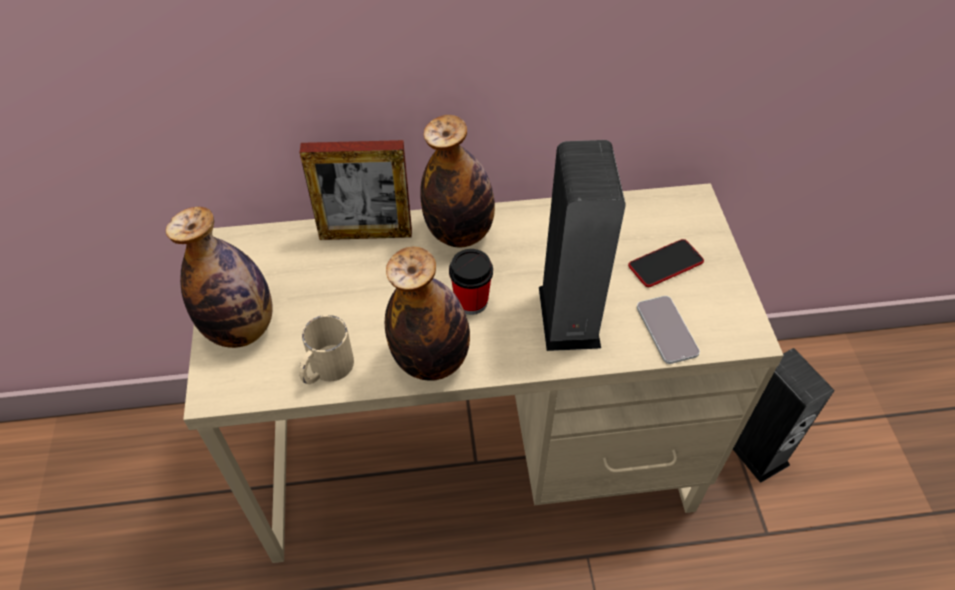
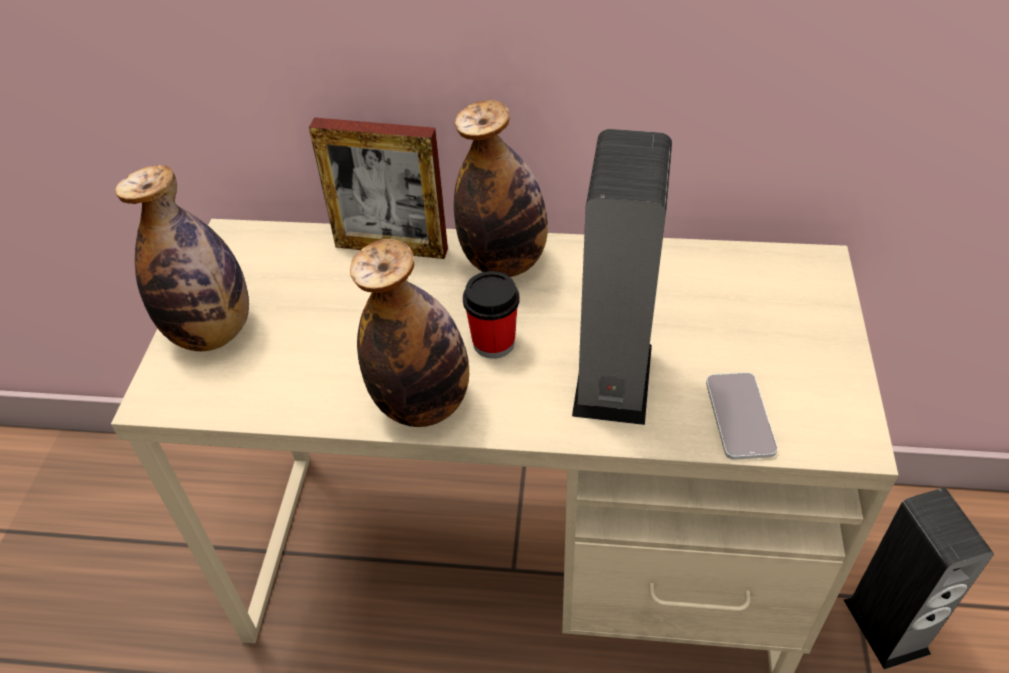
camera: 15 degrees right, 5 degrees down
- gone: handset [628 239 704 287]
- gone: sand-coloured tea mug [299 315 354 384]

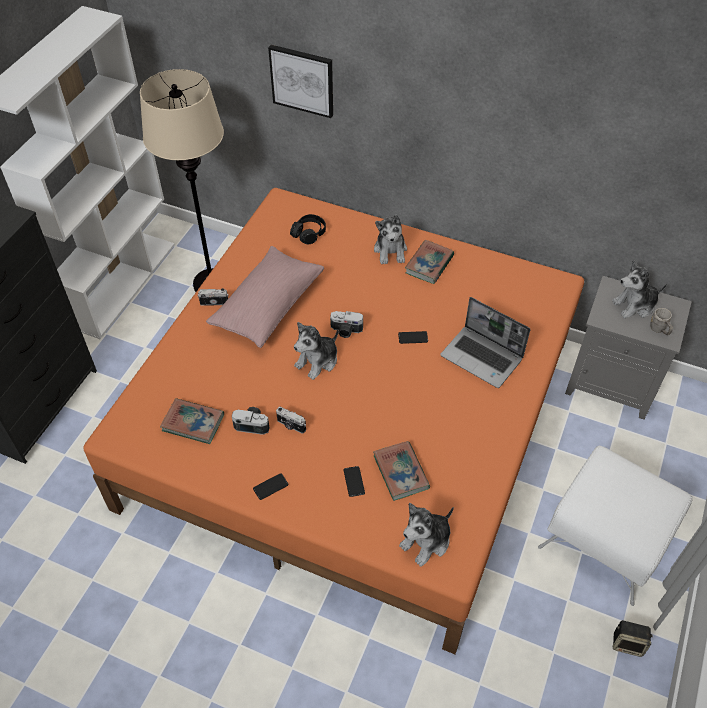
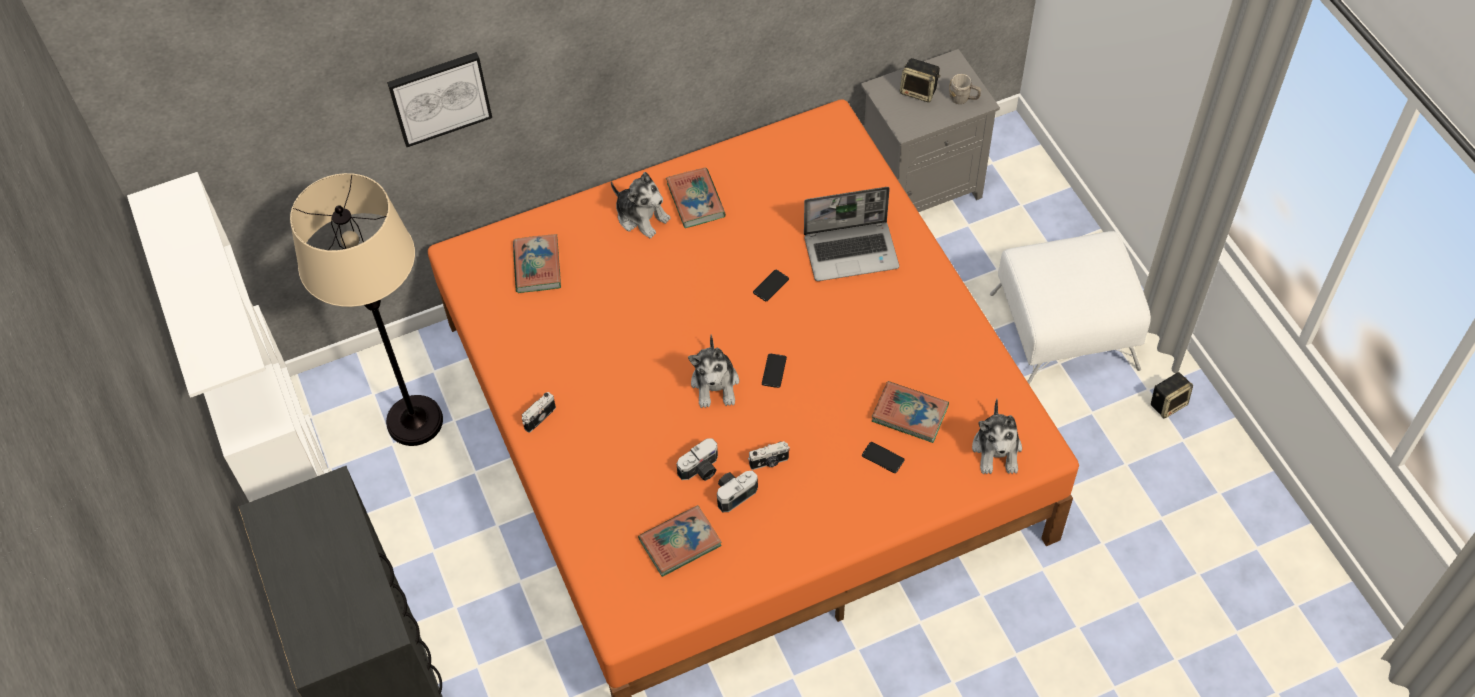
camera: 45 degrees left, 5 degrees up
- swapped: black-coloured headphones [290 214 326 244] to book [513 234 561 293]
- gone: pinkish pillow [206 246 324 348]
- swapped: cuddly toy [612 260 667 318] to loudspeaker [900 58 941 102]
- shifted: still camera [330 311 363 338] to [677 438 718 481]
- shifted: handset [253 473 288 500] to [762 353 787 388]

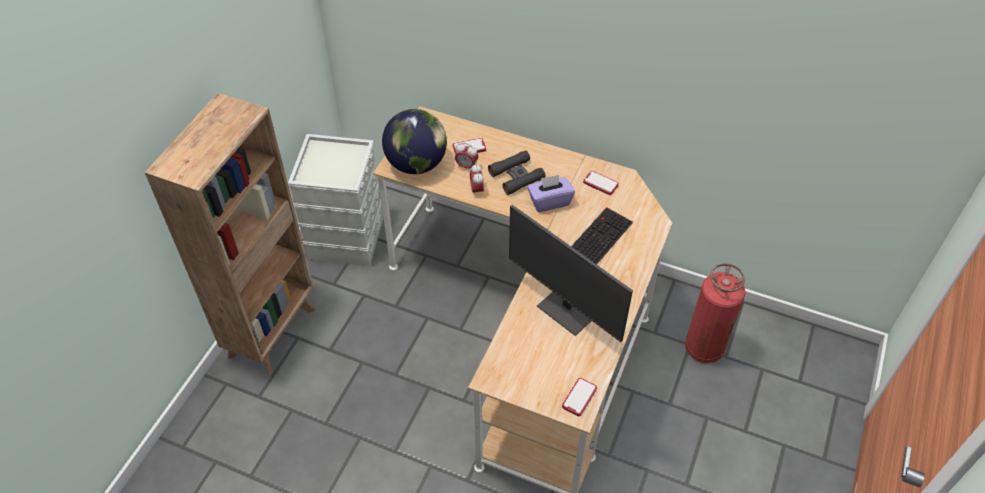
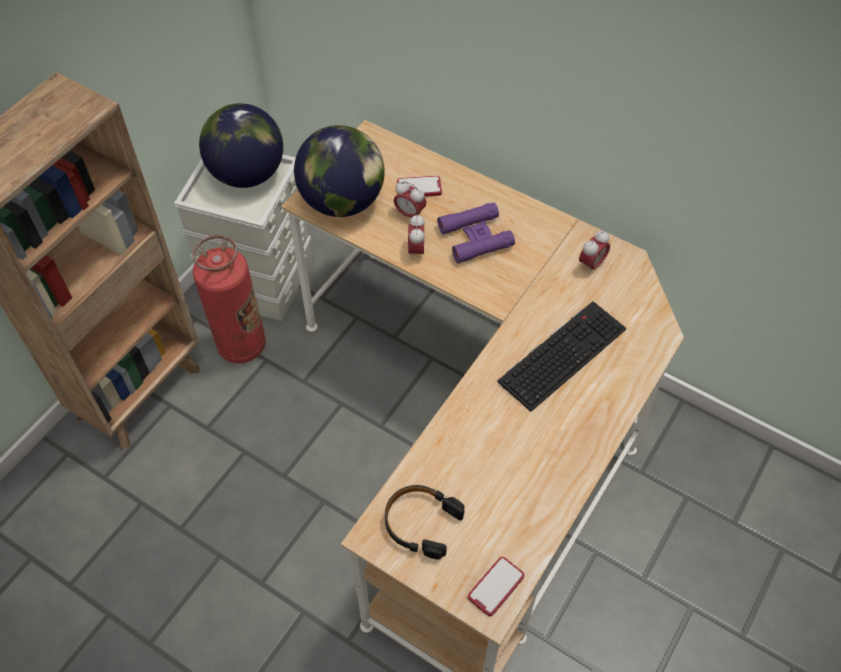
camera: 10 degrees right, 5 degrees up
- repainted: black-coloured binoculars [488 150 545 195] to purplish binoculars [437 202 515 264]
- swapped: handset [583 171 619 195] to table clock [579 230 610 274]
- gone: purplish tissue holder [527 175 575 212]
- gone: computer screen [509 205 633 342]
- shifted: fire extinguisher [685 263 745 363] to [193 235 266 363]
- new: globe [199 103 283 188]
- new: black-coloured headphones [385 485 464 559]

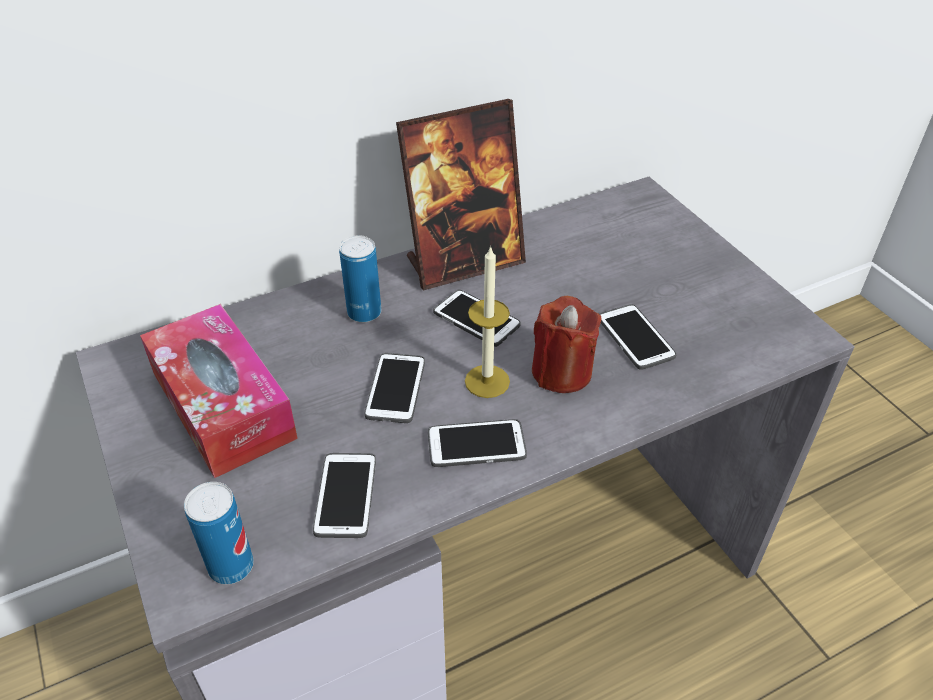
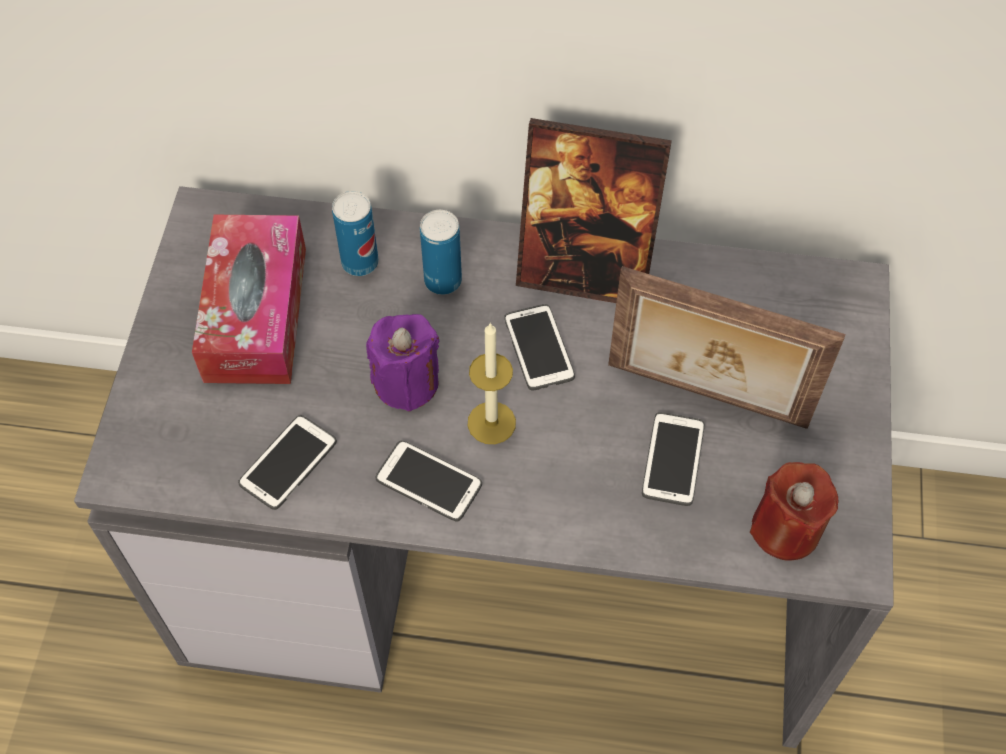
camera: 35 degrees right, 15 degrees up
- shifted: red-coloured wax candle [532 296 602 393] to [750 462 839 561]
- swapped: handset [365 353 425 423] to purplish wax candle [366 314 439 412]
- shifted: metal can [184 482 254 584] to [332 191 379 276]
- new: photo frame [608 266 846 429]

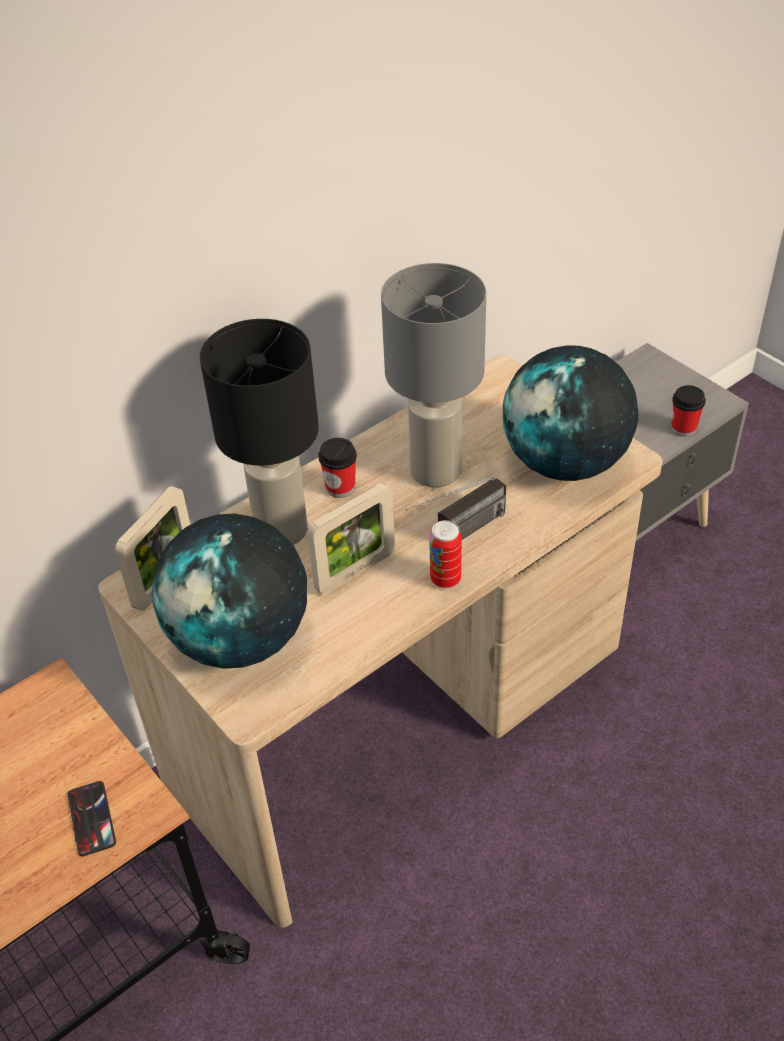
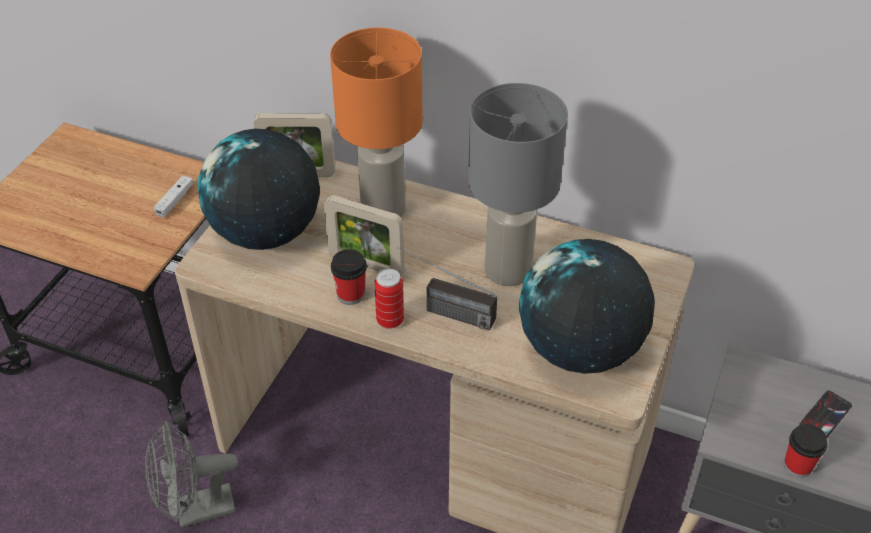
camera: 60 degrees right, 0 degrees up
- repainted: black-coloured tabletop lamp [200 319 319 545] to orange-coloured tabletop lamp [330 27 423 217]
- shifted: drinking cup [318 438 357 498] to [331 249 367 305]
- shifted: handset [67 781 116 856] to [799 391 852 437]
- new: whitish game controller [153 176 194 217]
- new: greyish electric fan [145 421 238 528]

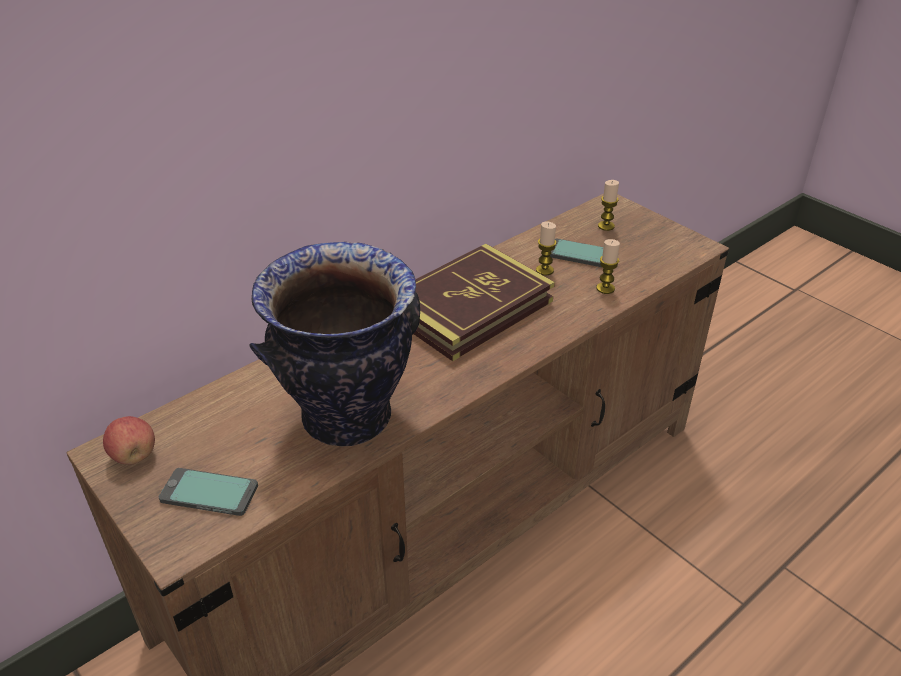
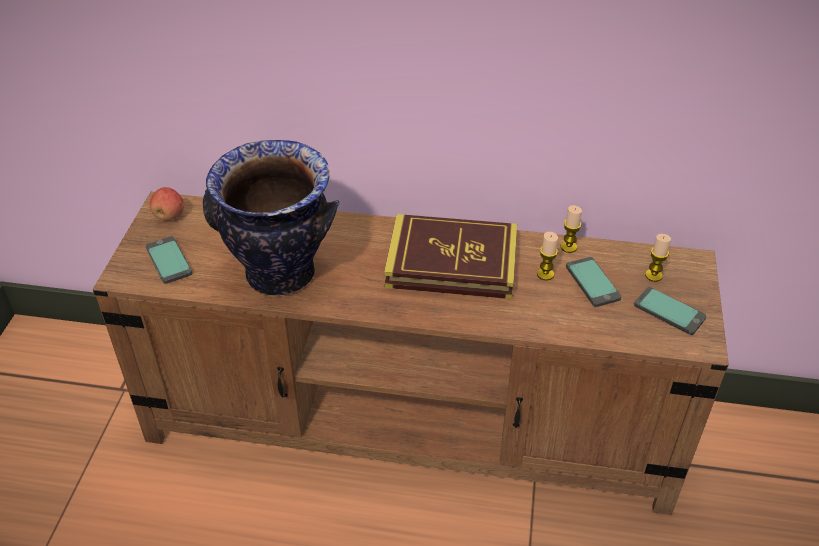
camera: 50 degrees right, 5 degrees up
- shifted: wax candle [596 239 620 294] to [561 205 582 253]
- new: handset [634 287 706 335]

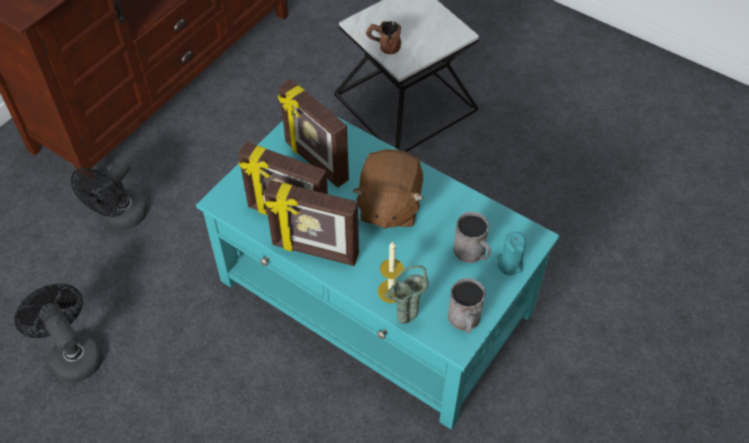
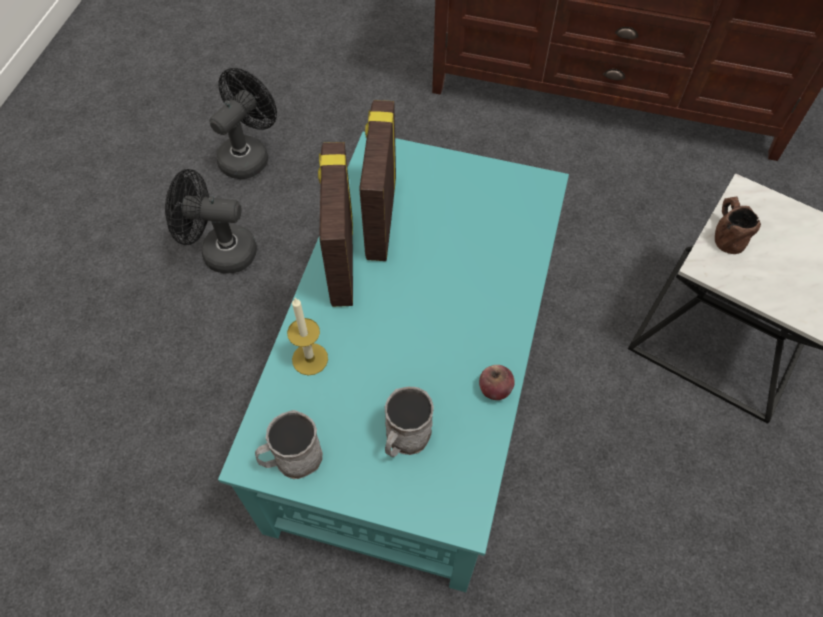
camera: 70 degrees right, 5 degrees up
- gone: photo frame [278 79 349 187]
- gone: brown cuddly toy [353 149 423 229]
- shifted: black-coloured electric fan [71 158 148 230] to [165 169 257 274]
- gone: turquoise-coloured wax candle [497 232 526 275]
- gone: greenish vase [385 265 429 324]
- new: whole apple [479 365 515 400]

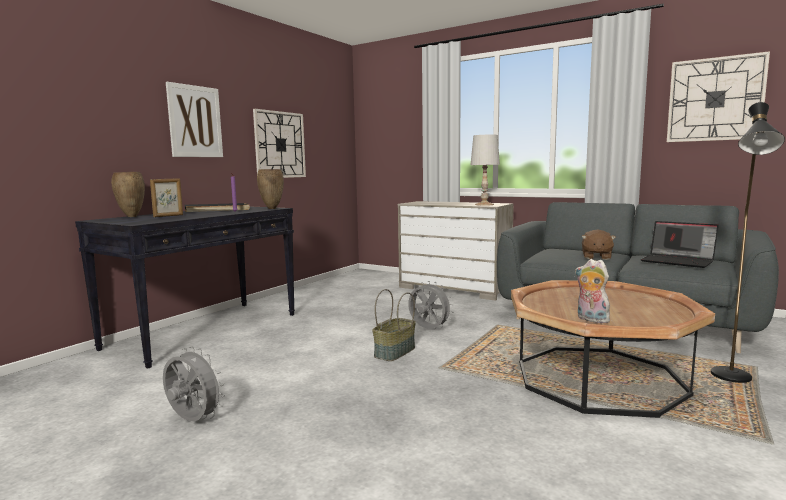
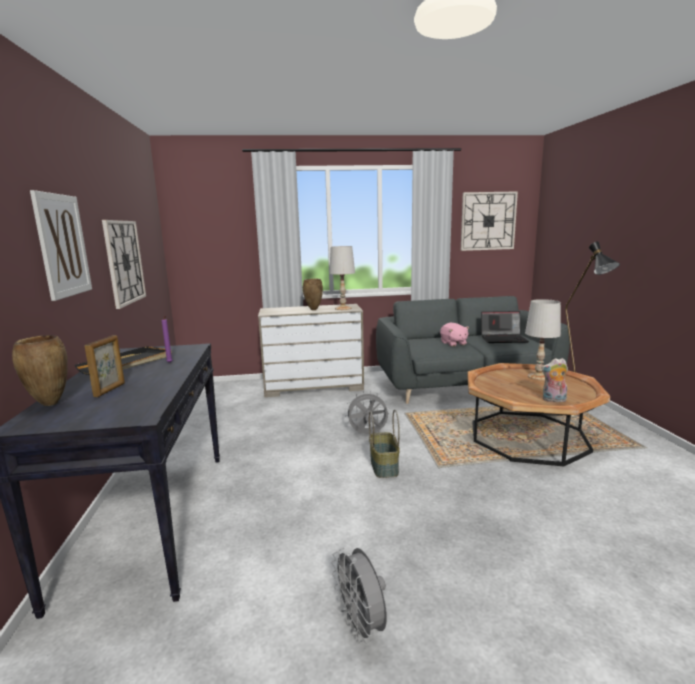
camera: 40 degrees left, 5 degrees up
- shifted: brown vase [257 169 284 209] to [303 279 323 310]
- repainted: brown cuddly toy [581 229 616 260] to pinkish cuddly toy [440 323 469 347]
- rotated: greyish electric fan [163 346 225 421] = [332 548 387 644] 105 degrees counterclockwise
- new: whitish tabletop lamp [525 299 561 380]

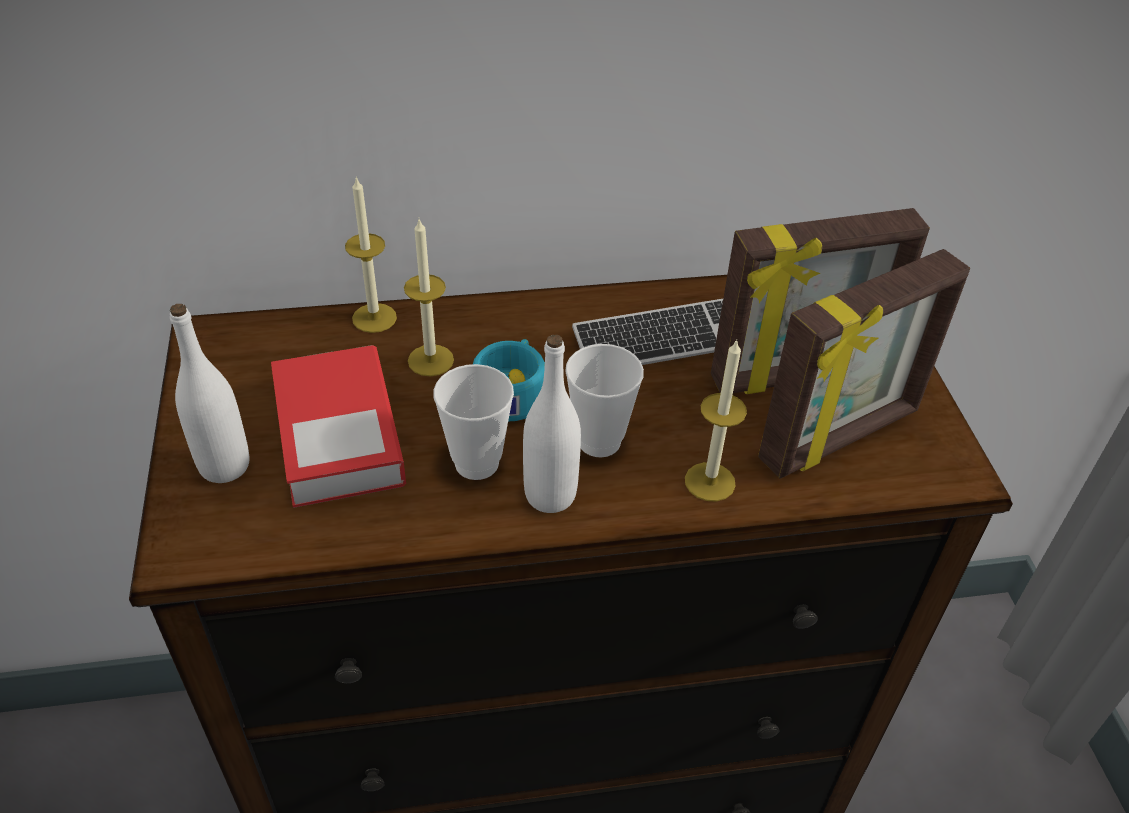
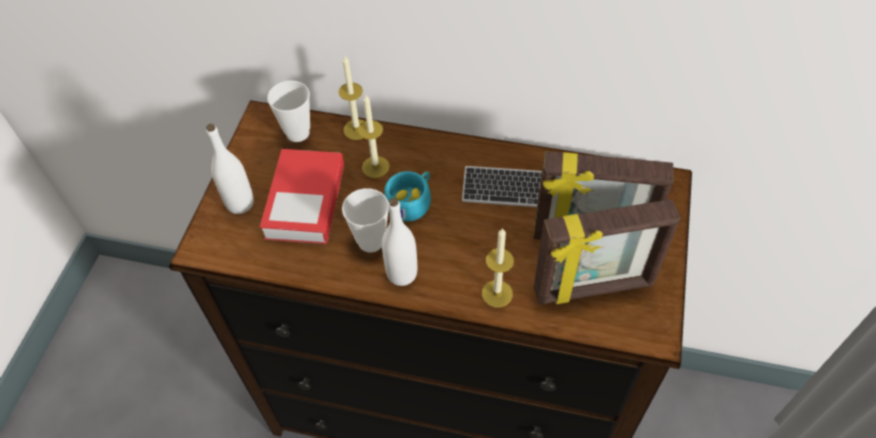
camera: 25 degrees right, 10 degrees up
- shifted: drinking cup [565 344 644 457] to [267 80 310 142]

